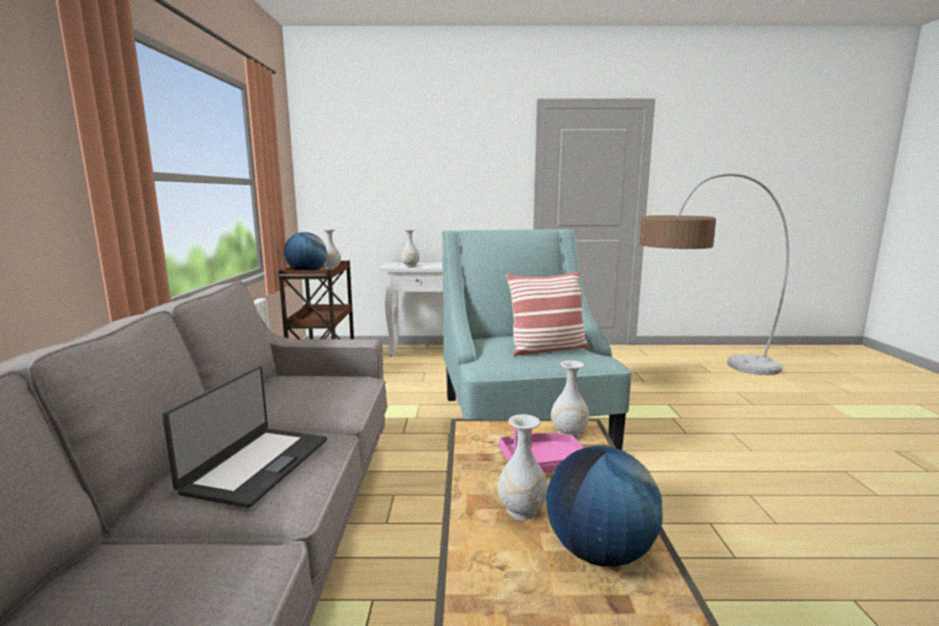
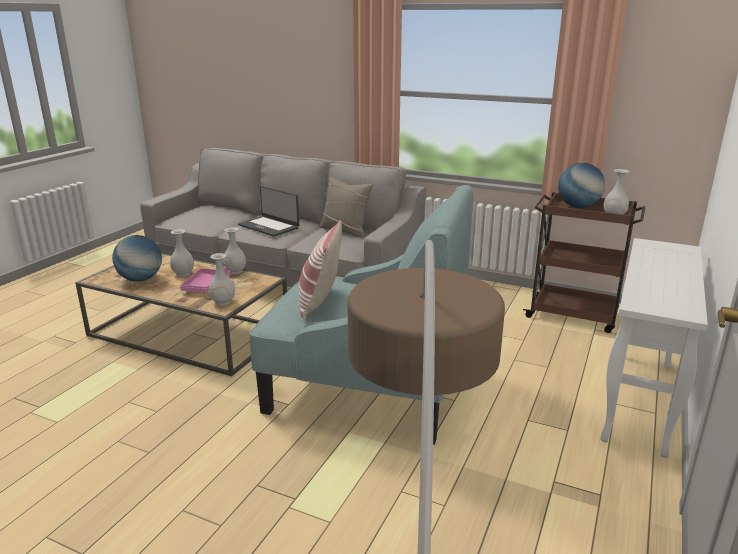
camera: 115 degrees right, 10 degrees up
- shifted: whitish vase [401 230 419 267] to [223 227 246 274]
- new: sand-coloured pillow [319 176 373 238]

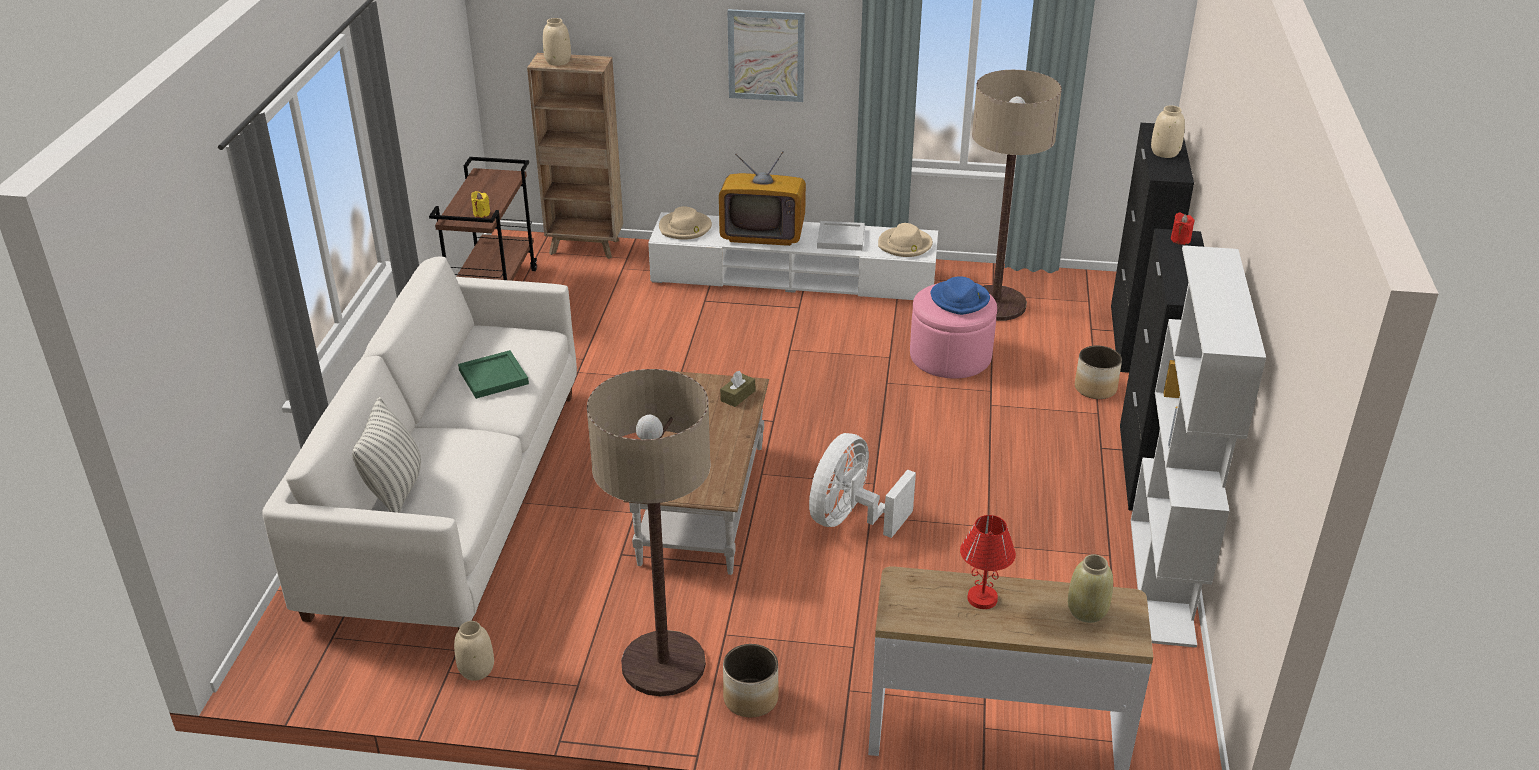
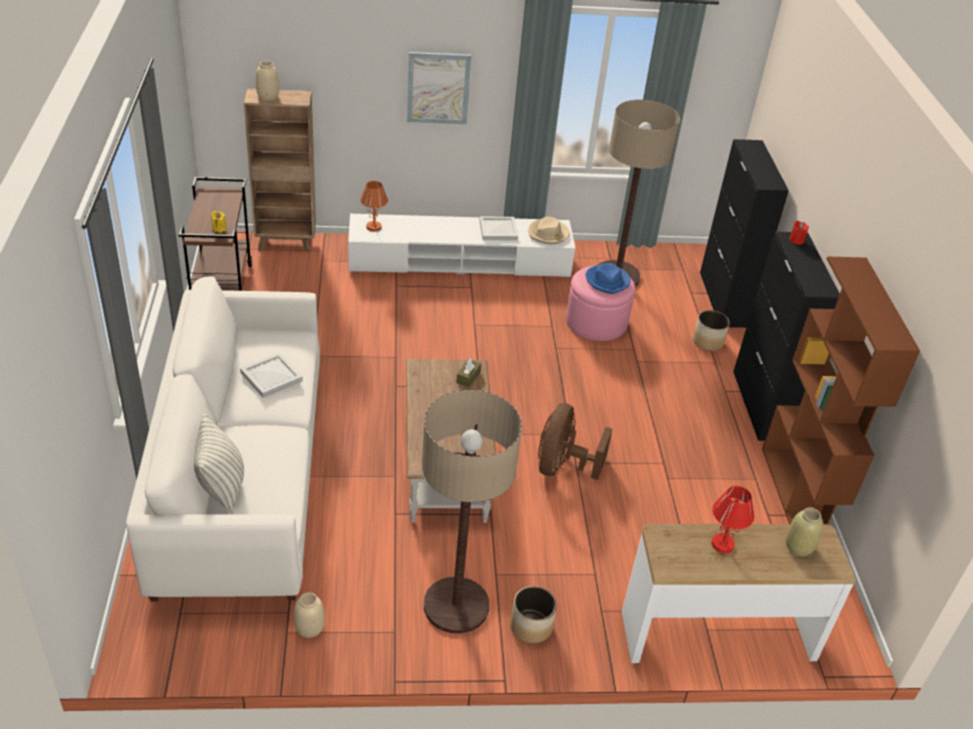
camera: 15 degrees left, 5 degrees up
- gone: sand-coloured vase [1151 106 1185 158]
- gone: television [719 151 806 246]
- swapped: sand-coloured hat [659 206 712 240] to orange-coloured tabletop lamp [360 181 388 231]
- repainted: whitish bookcase [1131 245 1266 648] to brown bookcase [762 256 920 525]
- repainted: greenish tray [458 350 529 399] to whitish tray [240 352 303 398]
- repainted: whitish electric fan [809 433 916 538] to brown electric fan [538 403 612 480]

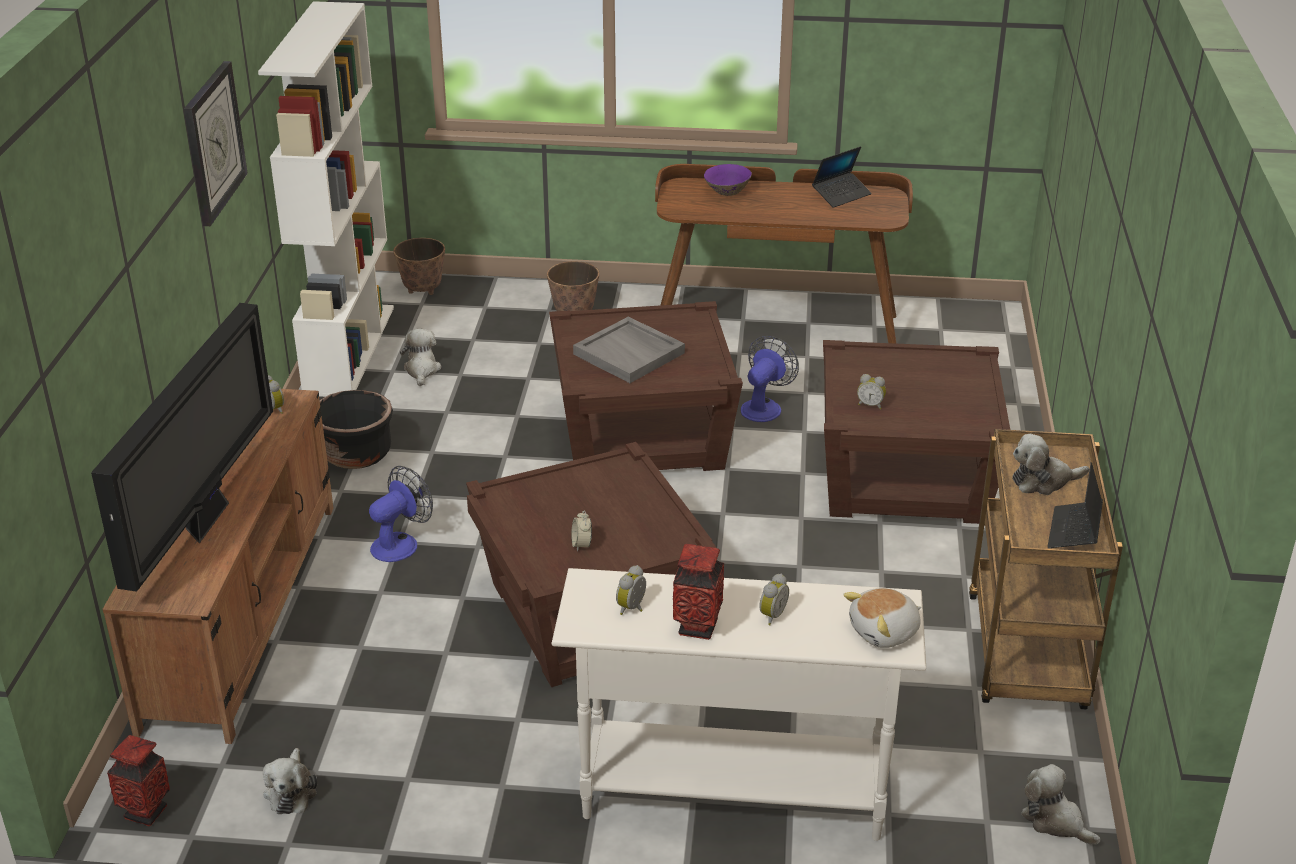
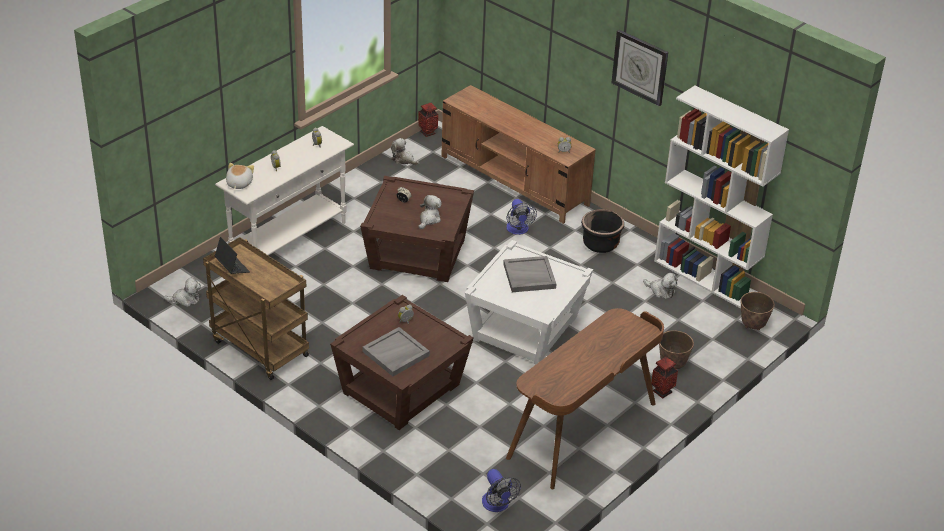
camera: 125 degrees right, 5 degrees up
- gone: laptop [812 146 871 208]
- gone: purplish serving bowl [704 164 752 196]
- repainted: brown end table [549 301 743 471] to whitish end table [465 240 593 364]
- gone: television [91 303 273 592]
- shifted: electric fan [741 336 799 422] to [482 469 521 512]
- shifted: cuddly toy [1012 434 1089 495] to [419 195 442 229]
- shifted: vase [673 544 724 640] to [652 357 678 398]
- new: greyish tray [362 327 430 376]

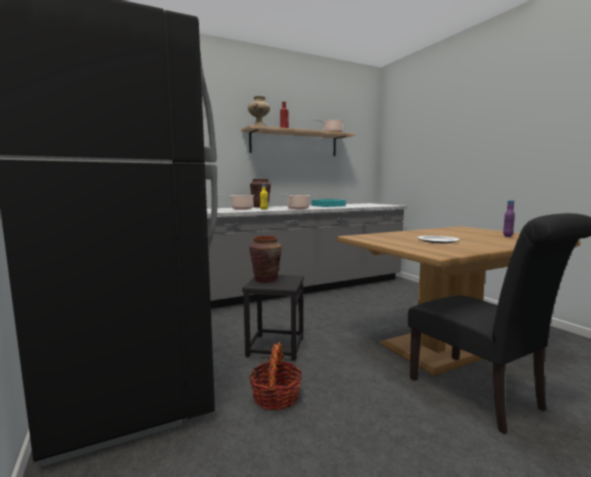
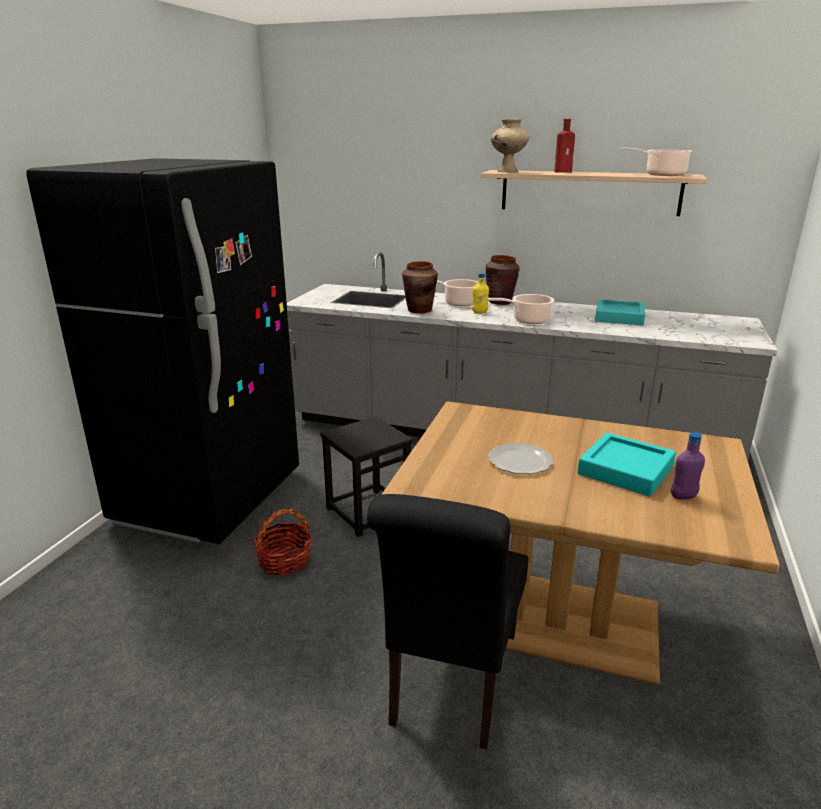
camera: 45 degrees right, 15 degrees up
- shifted: brown vase [249 236 282 283] to [402 261 438 313]
- new: turquoise-coloured tray [578 433 676 497]

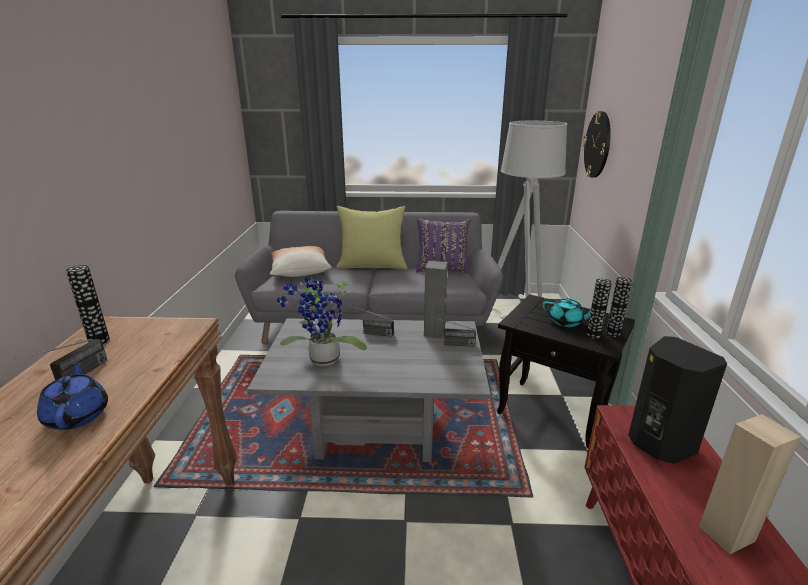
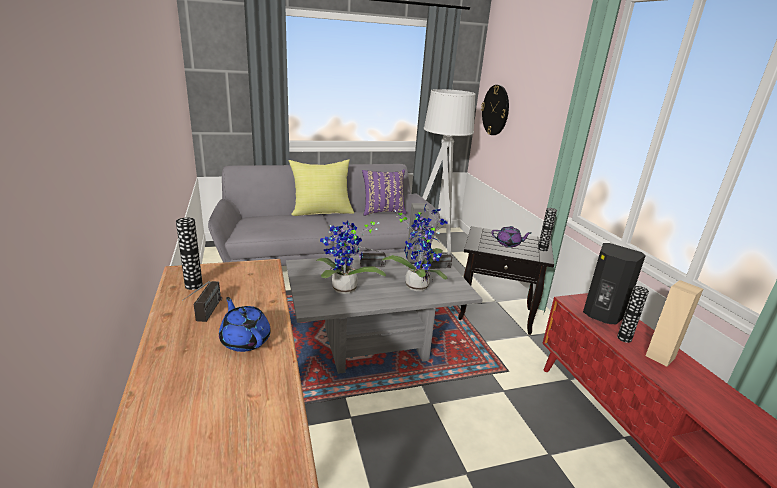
camera: 20 degrees left, 0 degrees up
- gone: pillow [270 246 332 277]
- shifted: vase [586 278 612 339] to [617 286 649 343]
- repainted: turquoise-coloured teapot [542 298 591 327] to purplish teapot [492 226 532 247]
- new: potted plant [382 205 448 291]

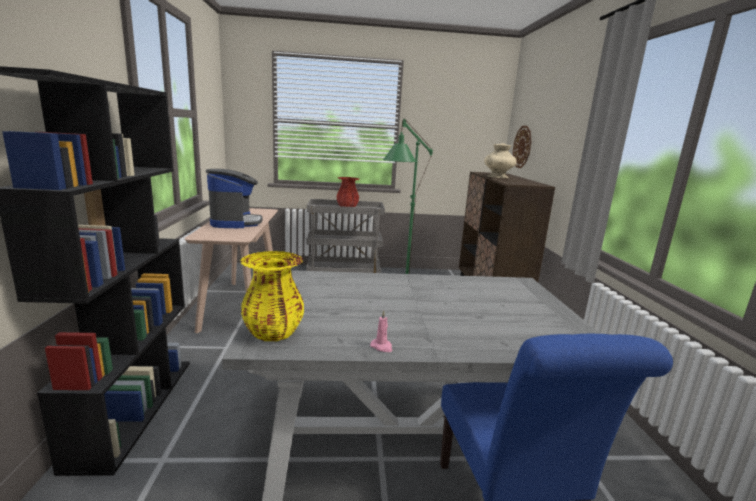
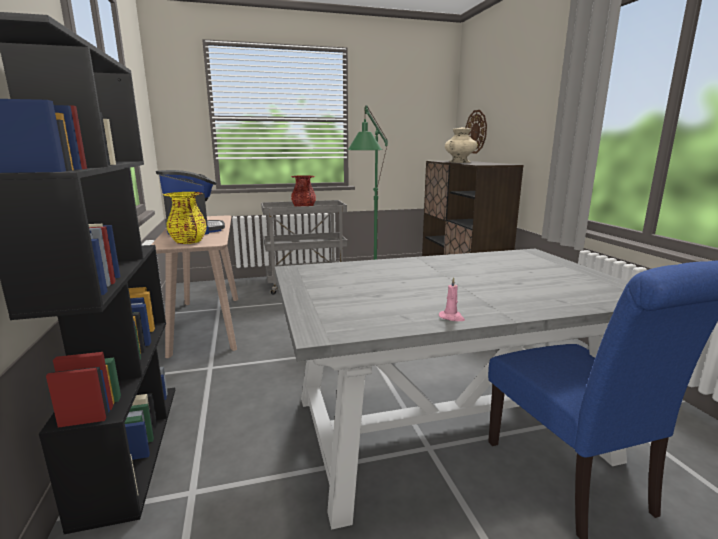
camera: 10 degrees left, 0 degrees up
- shifted: yellow-coloured vase [240 251 304 341] to [163 192 207 244]

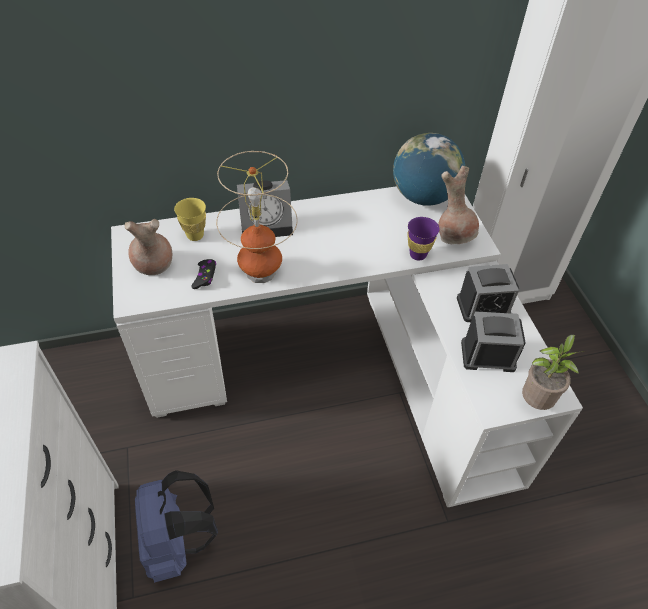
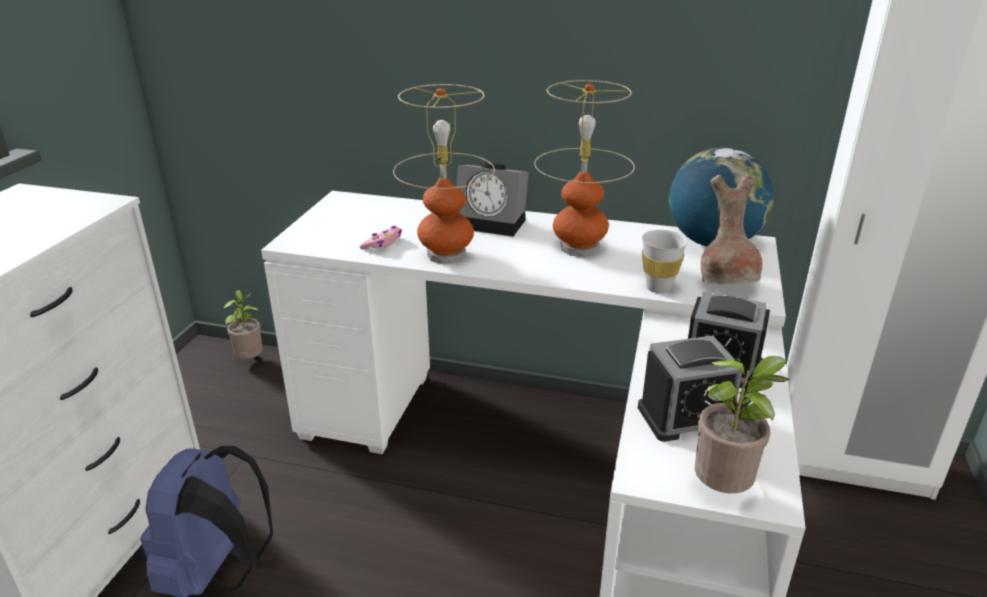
camera: 30 degrees right, 20 degrees down
- gone: yellow-coloured drinking cup [174 198 206 241]
- repainted: purplish drinking cup [407 217 439 260] to whitish drinking cup [642 230 688 293]
- gone: brown vase [125 219 172 275]
- repainted: black-coloured game controller [192 259 216 289] to pinkish game controller [359 226 402 250]
- rotated: table clock [461 311 526 372] = [638 335 742 442] 135 degrees clockwise
- new: tabletop lamp [534 80 635 257]
- new: potted plant [223 290 263 359]

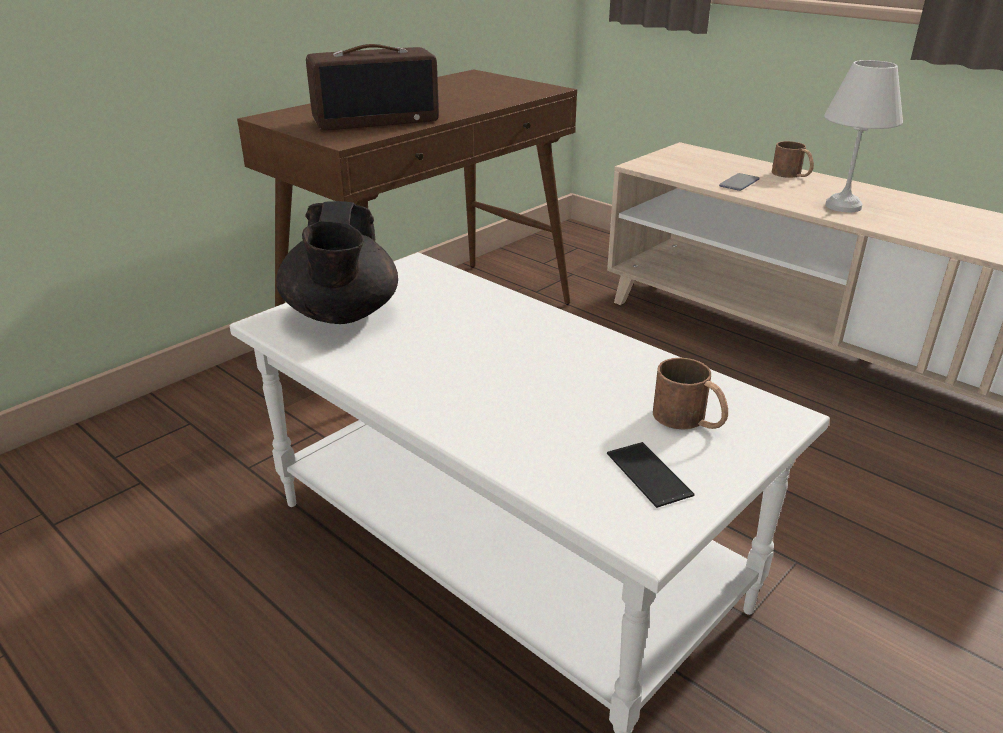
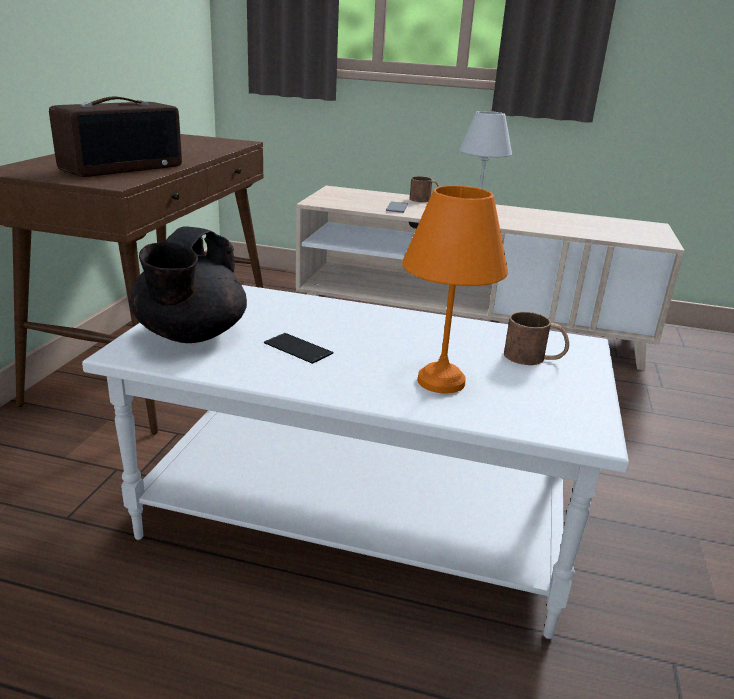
camera: 30 degrees left, 5 degrees down
- rotated: black-coloured teapot [276 201 398 324] = [129 227 247 343] 45 degrees clockwise
- shifted: handset [607 442 695 508] to [264 333 333 364]
- new: orange-coloured tabletop lamp [402 186 508 394]

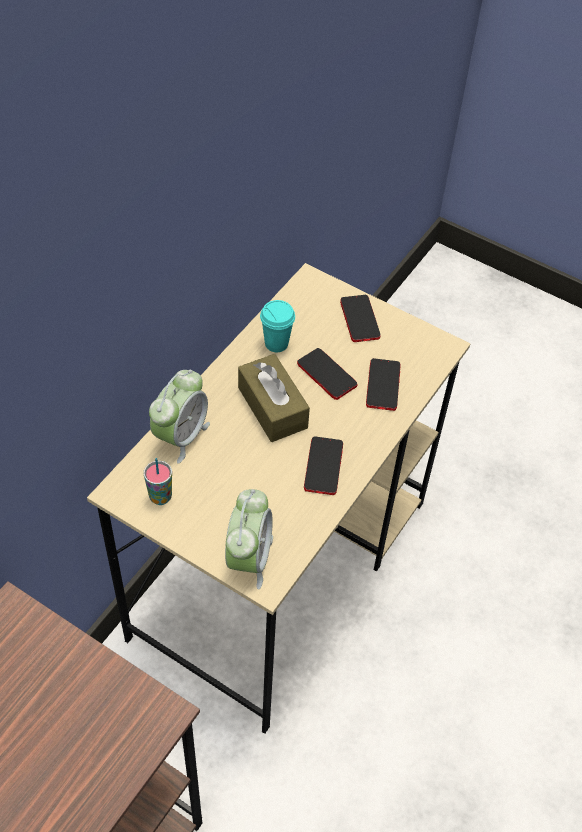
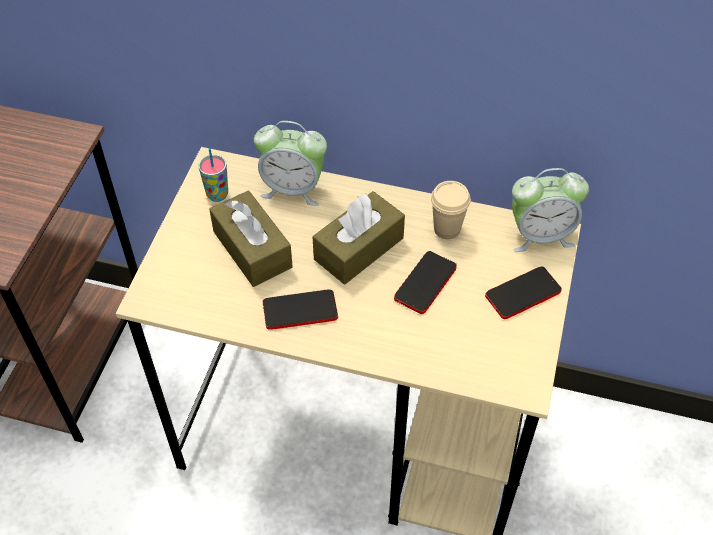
camera: 75 degrees right, 0 degrees up
- repainted: turquoise-coloured drinking cup [260 300 295 352] to sand-coloured drinking cup [431 181 471 239]
- gone: handset [366 358 400 411]
- shifted: table clock [225 489 273 589] to [512 168 589 252]
- new: brown tissue holder [209 191 293 287]

